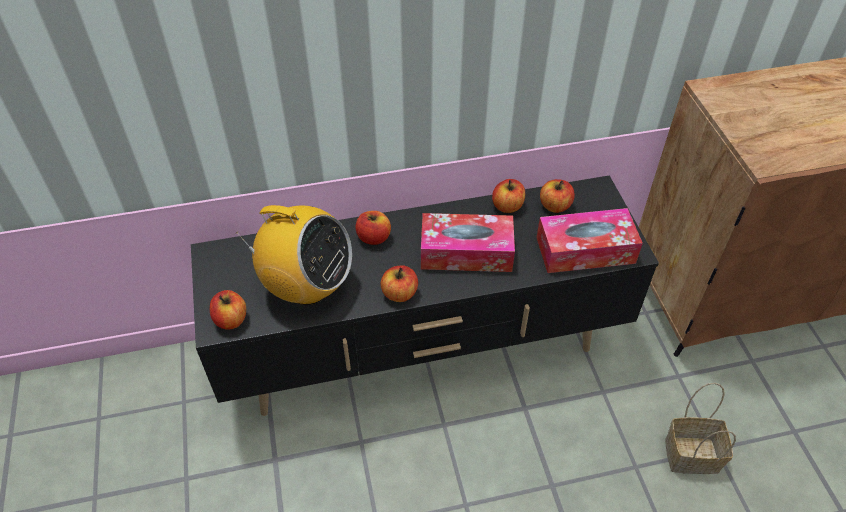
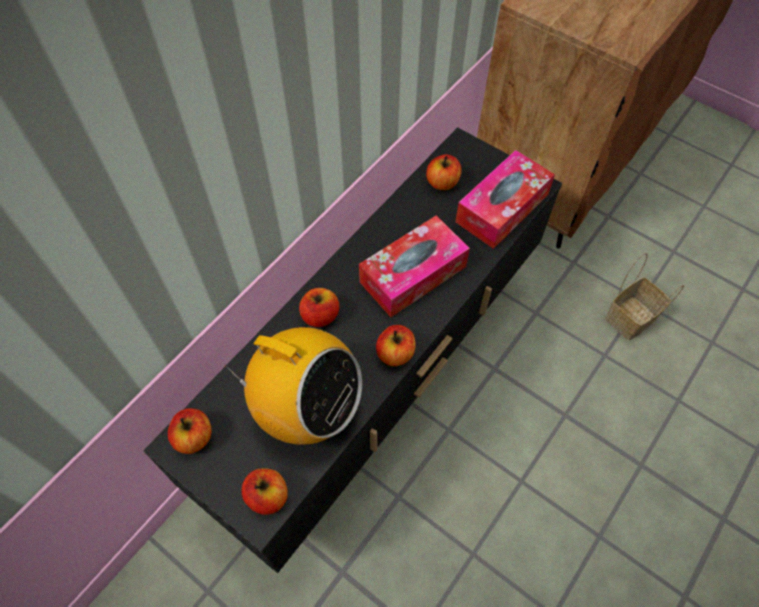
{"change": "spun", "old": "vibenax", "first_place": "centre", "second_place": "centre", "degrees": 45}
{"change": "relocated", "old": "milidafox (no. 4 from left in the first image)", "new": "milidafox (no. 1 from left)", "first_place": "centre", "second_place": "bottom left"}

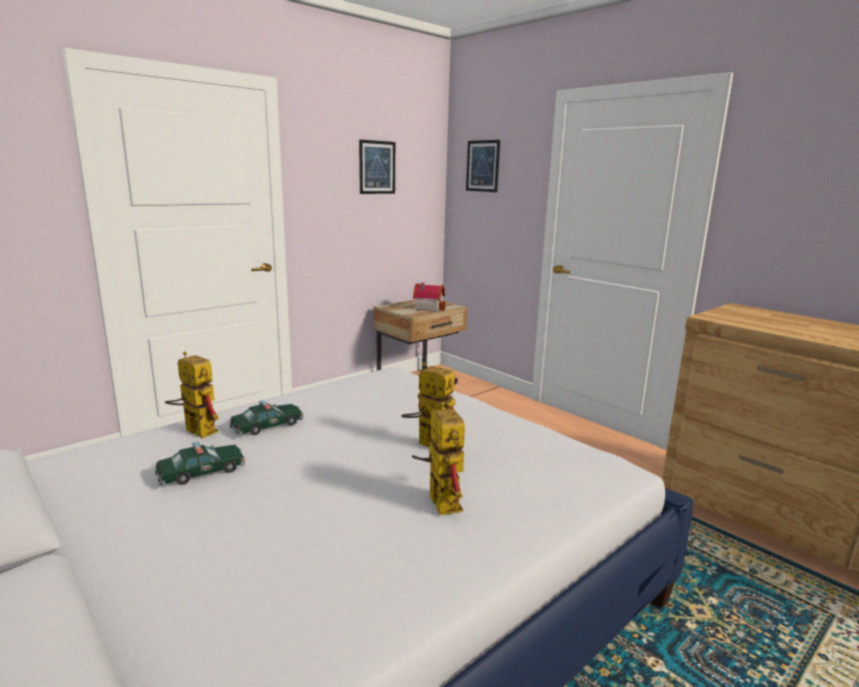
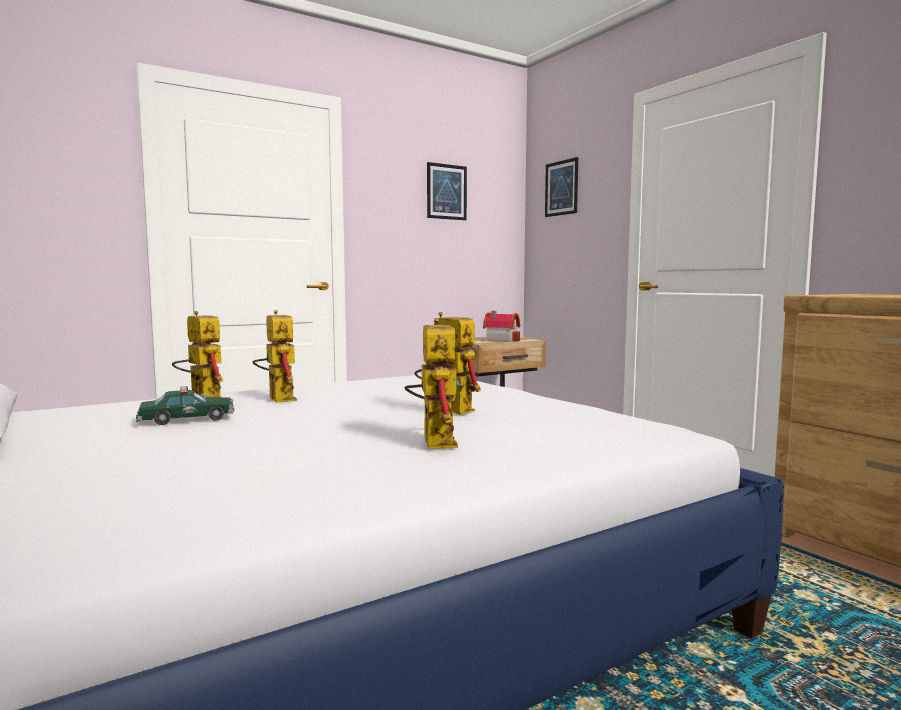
{"change": "exchanged", "old": "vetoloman (no. 2 from left)", "new": "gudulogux (no. 2 from left)", "first_place": "middle left", "second_place": "middle left"}

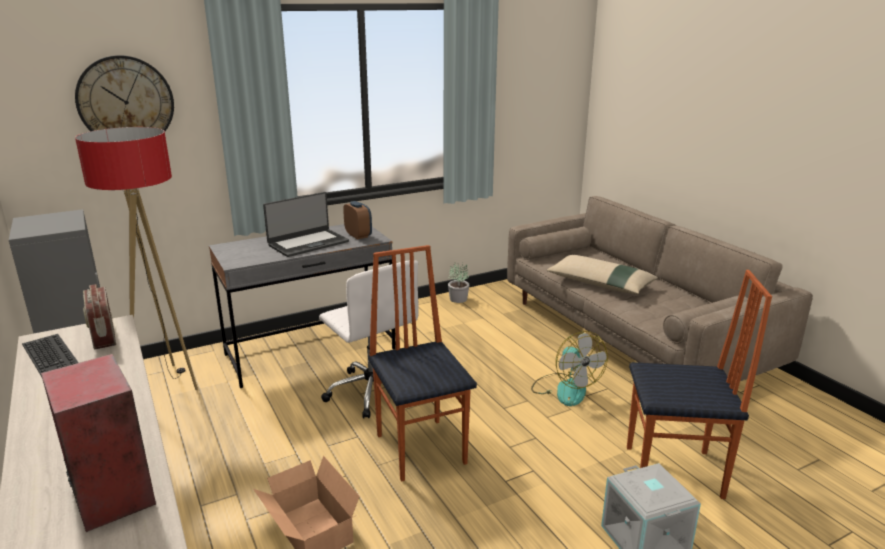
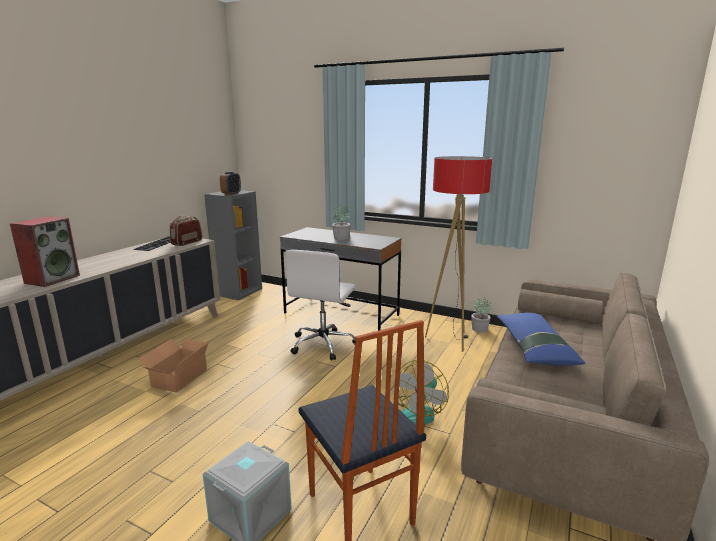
{"change": "missing", "old": "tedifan", "first_place": "top left"}
{"change": "relocated", "old": "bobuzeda", "first_place": "middle left", "second_place": "centre"}
{"change": "exchanged", "old": "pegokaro", "new": "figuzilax (no. 1 from left)", "first_place": "centre", "second_place": "centre"}
{"change": "relocated", "old": "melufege", "first_place": "centre", "second_place": "middle left"}
{"change": "missing", "old": "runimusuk (no. 1 from left)", "first_place": "centre"}
{"change": "colour", "old": "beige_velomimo", "new": "blue_velomimo", "first_place": "middle right", "second_place": "middle right"}

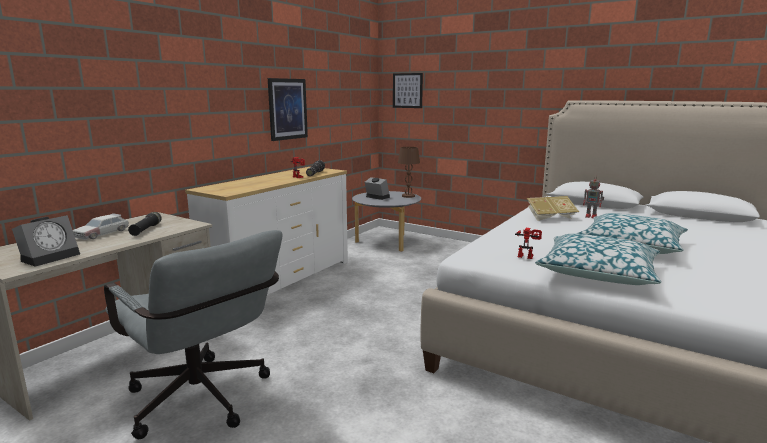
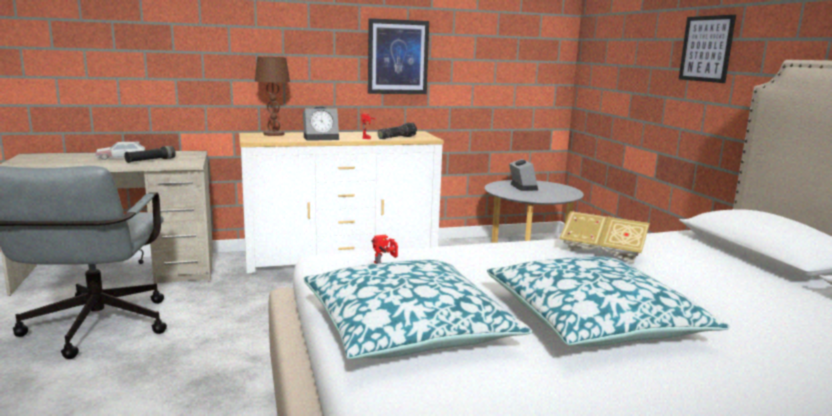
{"change": "relocated", "old": "melufege (no. 1 from left)", "first_place": "middle left", "second_place": "top centre"}
{"change": "relocated", "old": "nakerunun (no. 2 from left)", "first_place": "top centre", "second_place": "top right"}
{"change": "relocated", "old": "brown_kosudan", "first_place": "centre", "second_place": "top left"}
{"change": "missing", "old": "gudulogux (no. 3 from left)", "first_place": "middle right"}

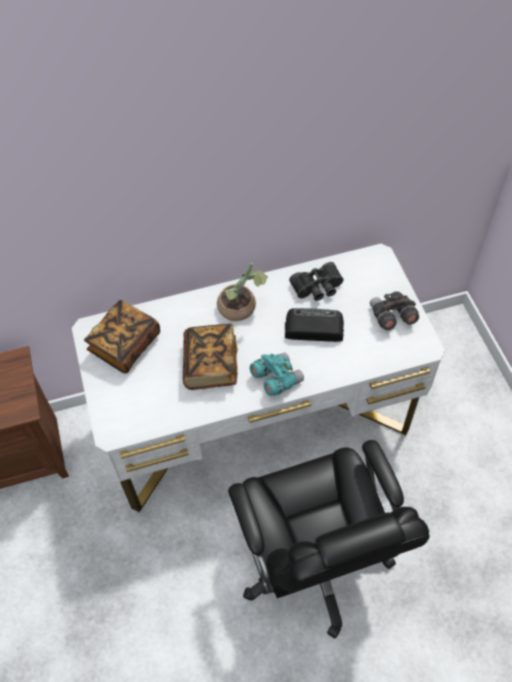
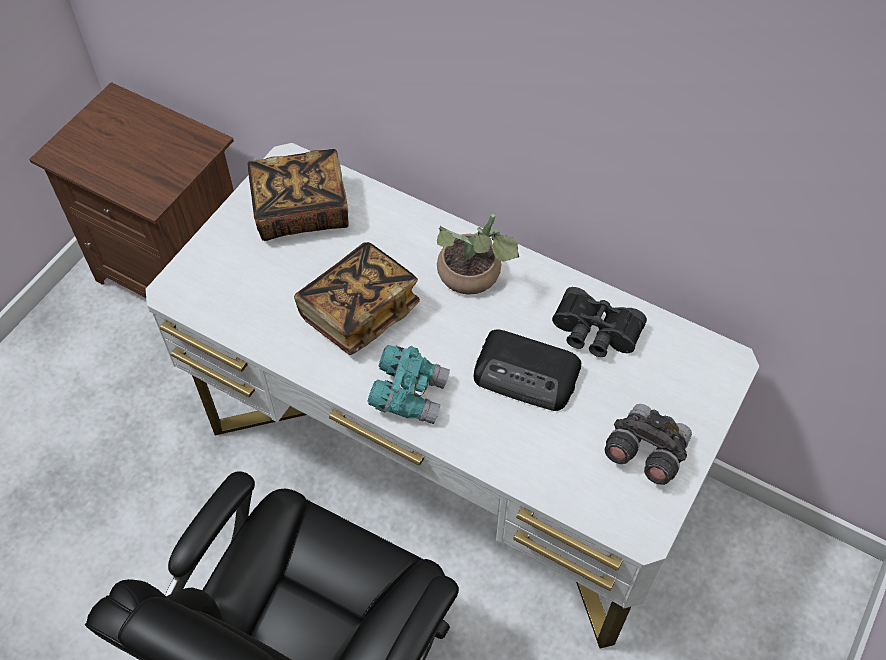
{"change": "spun", "old": "vibenax", "first_place": "centre", "second_place": "centre", "degrees": 150}

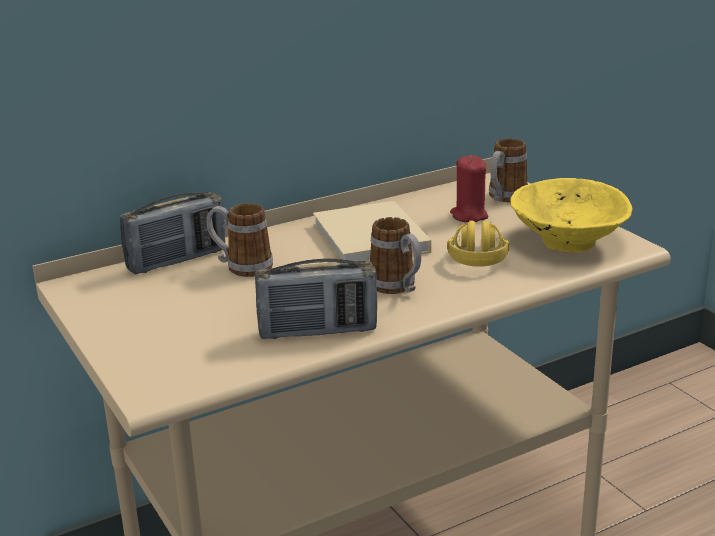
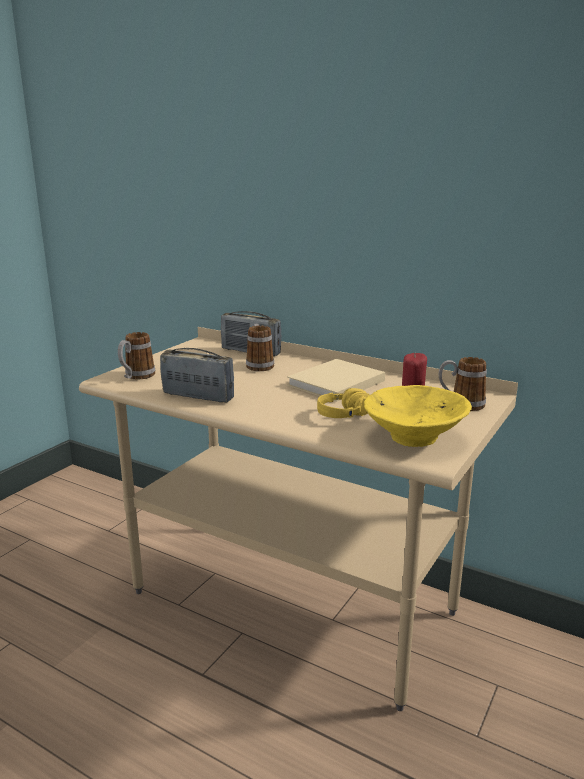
{"change": "spun", "old": "vibenax (no. 2 from left in the first image)", "first_place": "centre", "second_place": "centre", "degrees": 150}
{"change": "relocated", "old": "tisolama (no. 2 from left in the first image)", "new": "tisolama (no. 1 from left)", "first_place": "centre", "second_place": "middle left"}

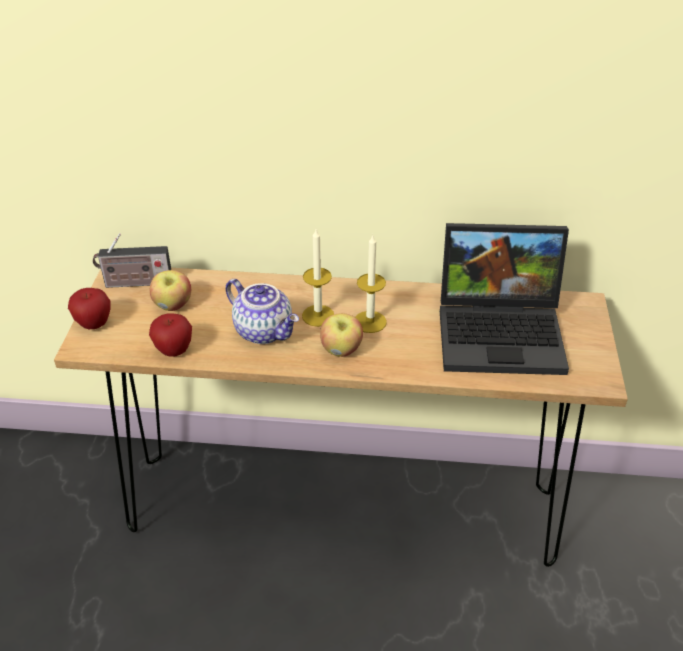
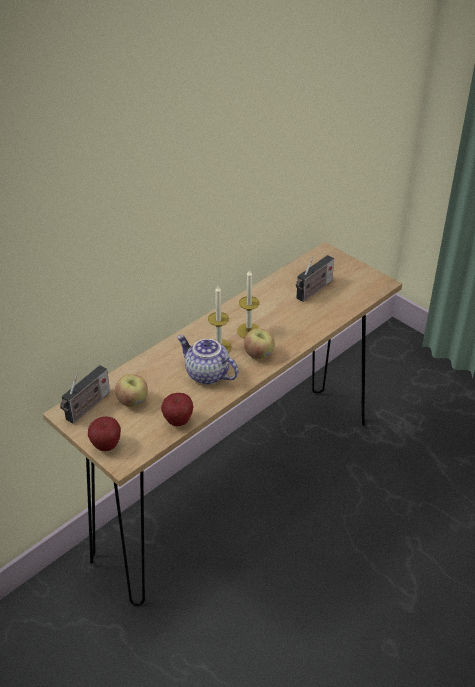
{"change": "spun", "old": "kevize", "first_place": "centre", "second_place": "centre", "degrees": -135}
{"change": "exchanged", "old": "pegokaro", "new": "vibenax (no. 2 from left)", "first_place": "middle right", "second_place": "centre"}

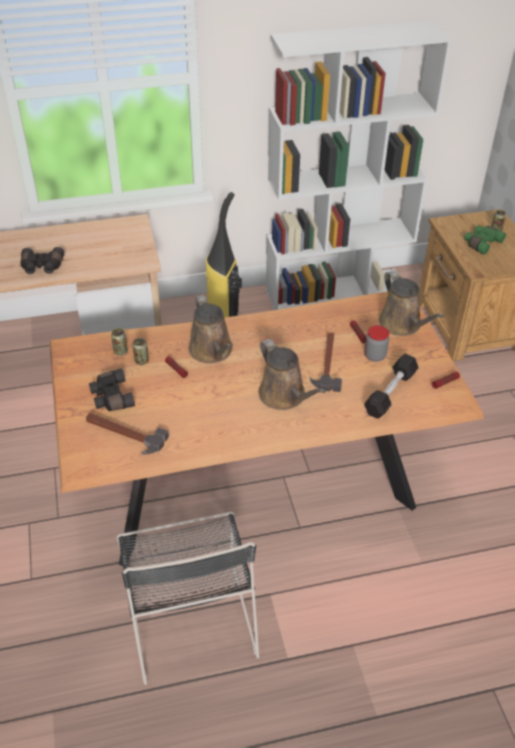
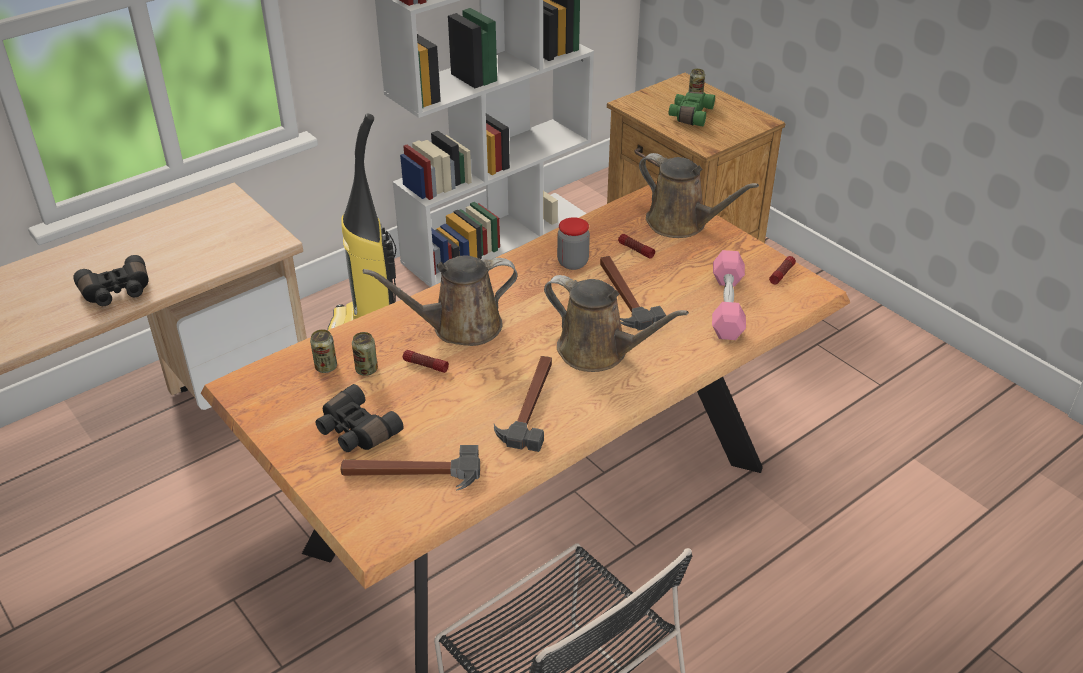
{"change": "spun", "old": "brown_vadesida (no. 1 from left)", "first_place": "centre", "second_place": "centre", "degrees": 120}
{"change": "relocated", "old": "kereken", "first_place": "middle right", "second_place": "centre"}
{"change": "colour", "old": "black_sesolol", "new": "pink_sesolol", "first_place": "middle right", "second_place": "middle right"}
{"change": "appeared", "new": "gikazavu (no. 2 from left)", "second_place": "centre"}

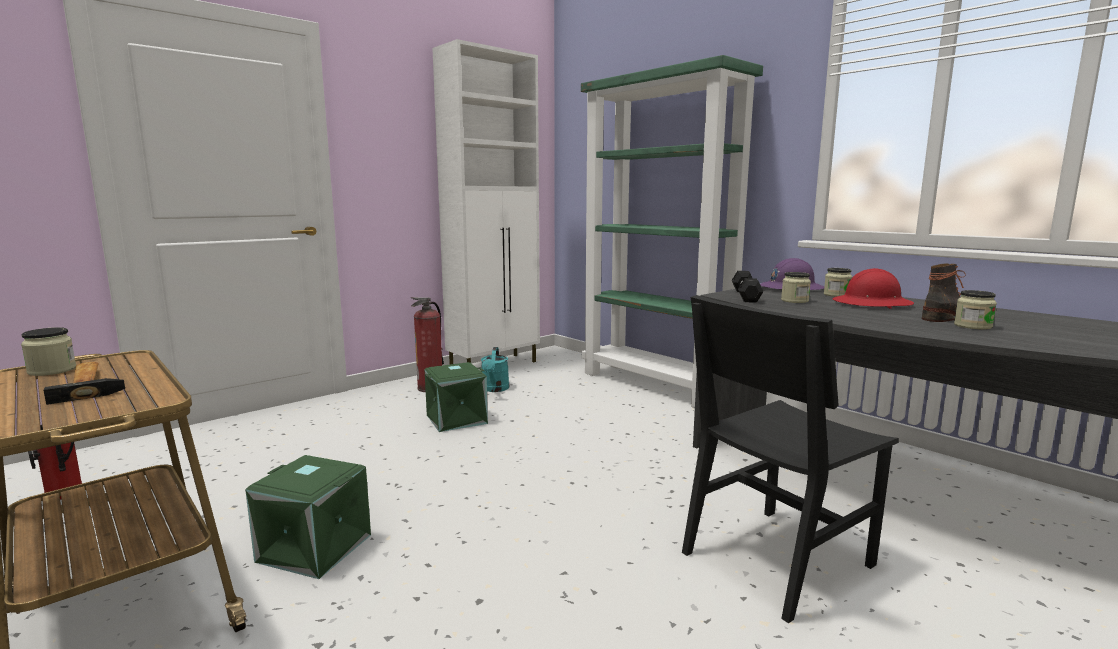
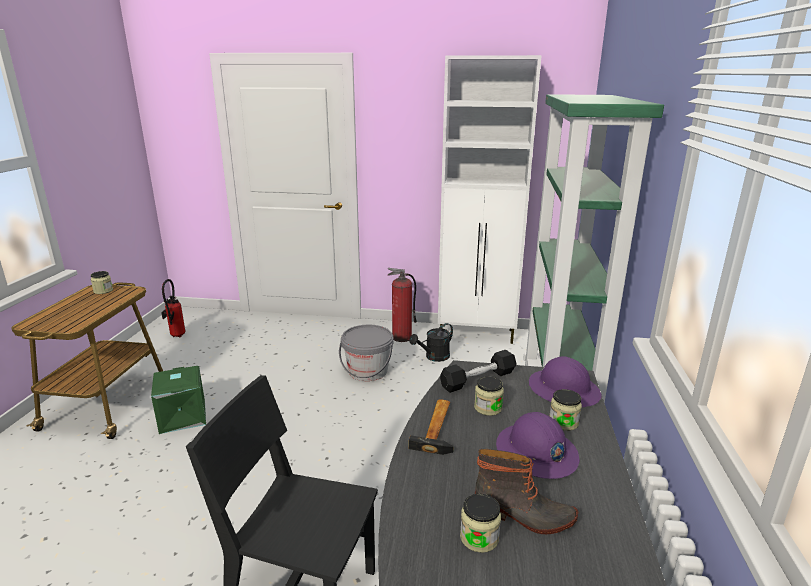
{"change": "relocated", "old": "gikazavu", "first_place": "middle left", "second_place": "bottom centre"}
{"change": "exchanged", "old": "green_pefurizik (no. 2 from left)", "new": "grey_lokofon", "first_place": "centre", "second_place": "centre"}
{"change": "colour", "old": "turquoise_vadesida", "new": "black_vadesida", "first_place": "centre", "second_place": "centre"}
{"change": "colour", "old": "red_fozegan", "new": "purple_fozegan (no. 1 from left)", "first_place": "middle right", "second_place": "bottom centre"}

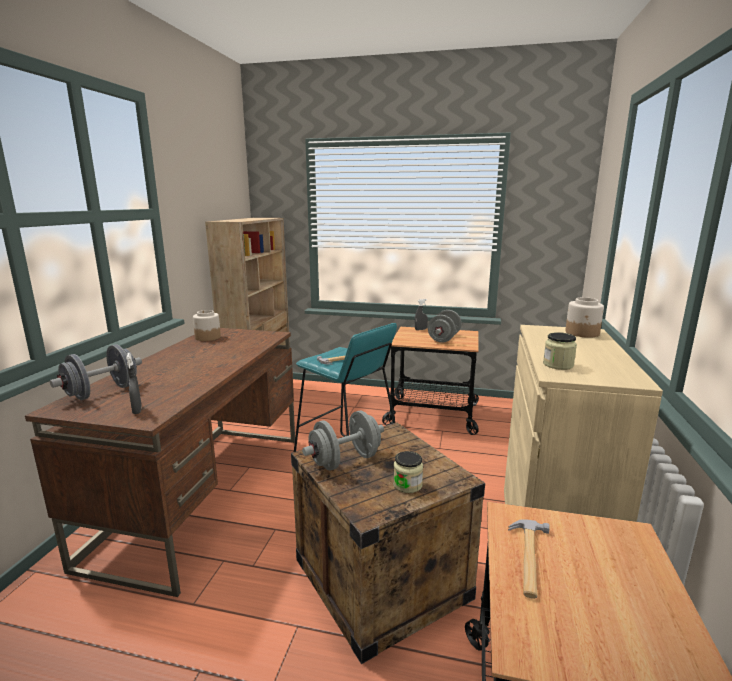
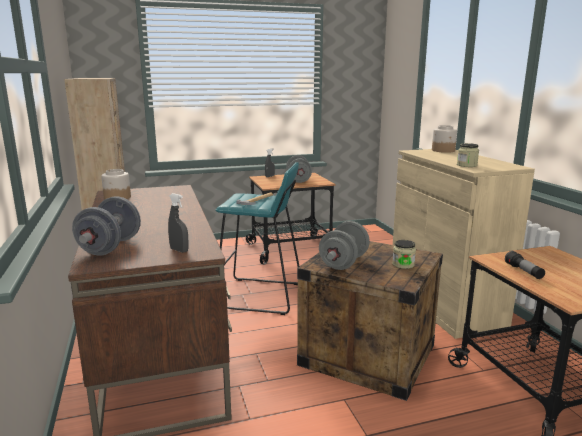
{"change": "exchanged", "old": "gikazavu (no. 2 from left)", "new": "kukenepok", "first_place": "bottom right", "second_place": "middle right"}

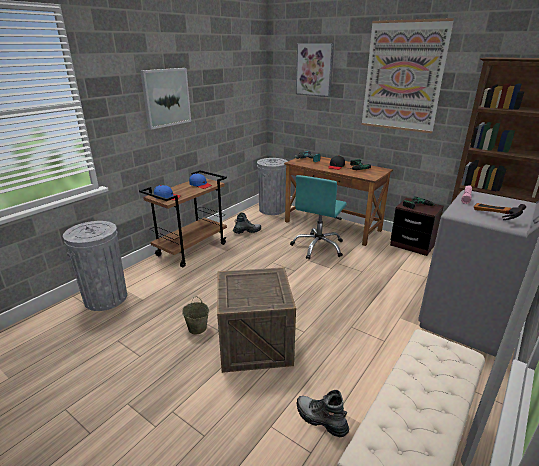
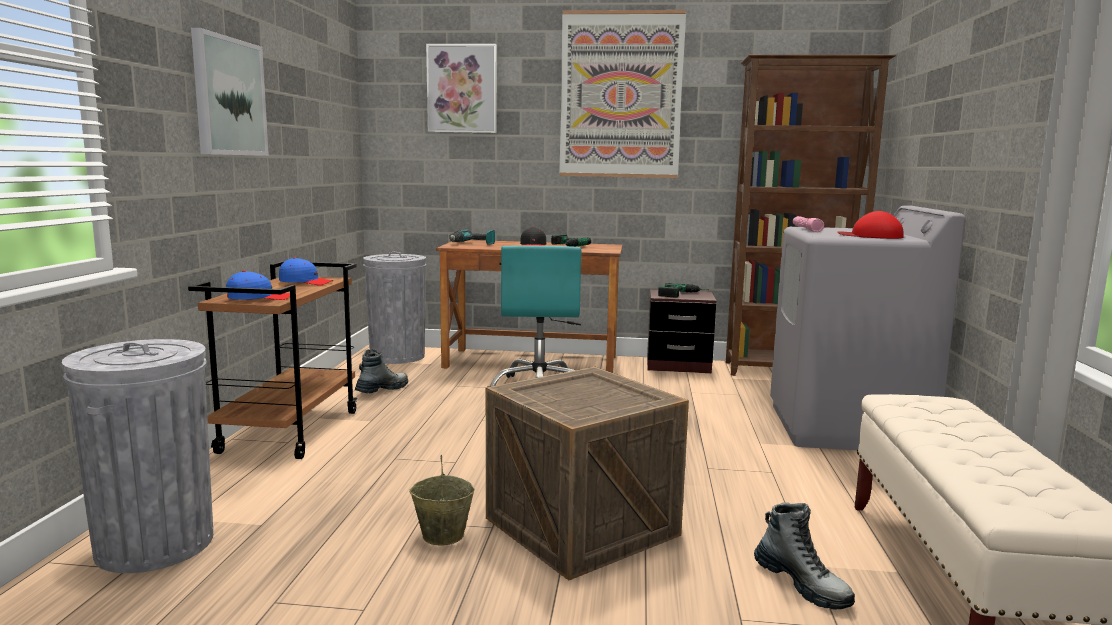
{"change": "spun", "old": "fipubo (no. 2 from left)", "first_place": "bottom centre", "second_place": "bottom right", "degrees": -135}
{"change": "exchanged", "old": "gikazavu", "new": "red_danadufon", "first_place": "middle right", "second_place": "middle right"}

